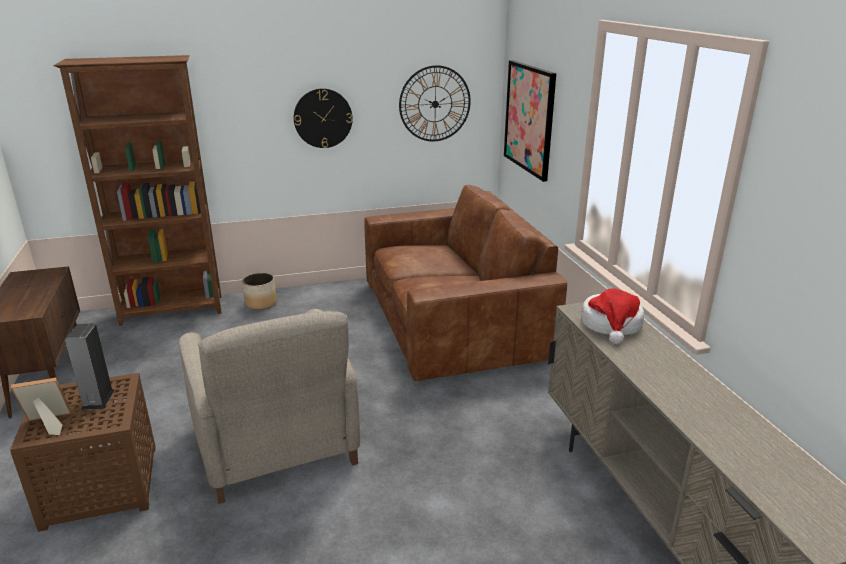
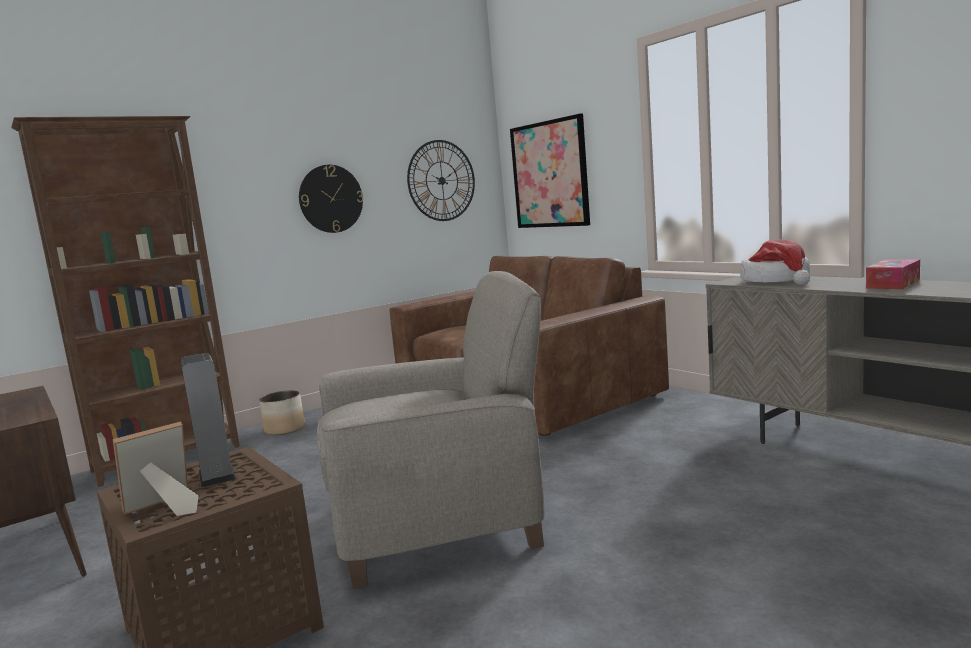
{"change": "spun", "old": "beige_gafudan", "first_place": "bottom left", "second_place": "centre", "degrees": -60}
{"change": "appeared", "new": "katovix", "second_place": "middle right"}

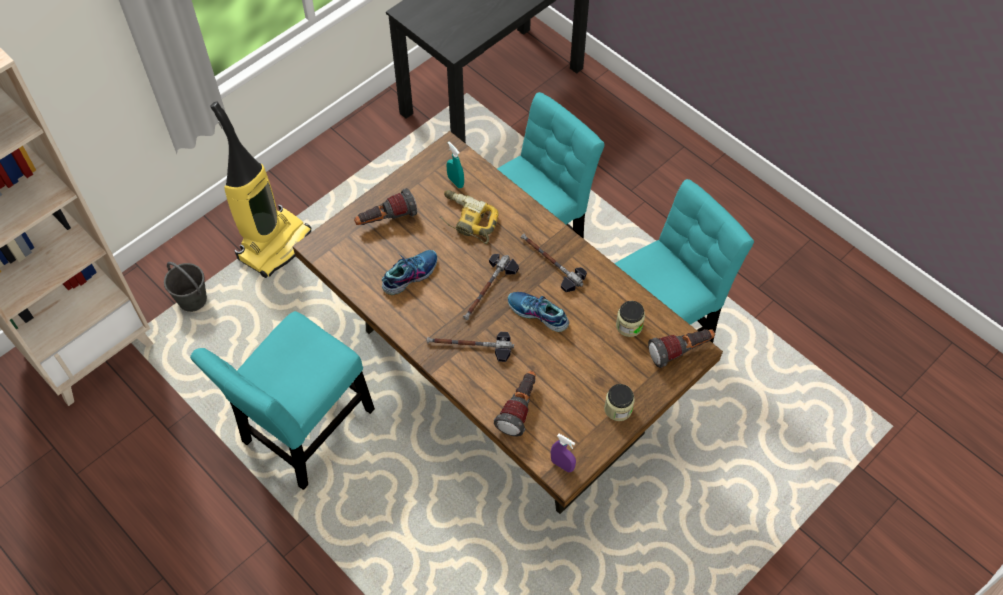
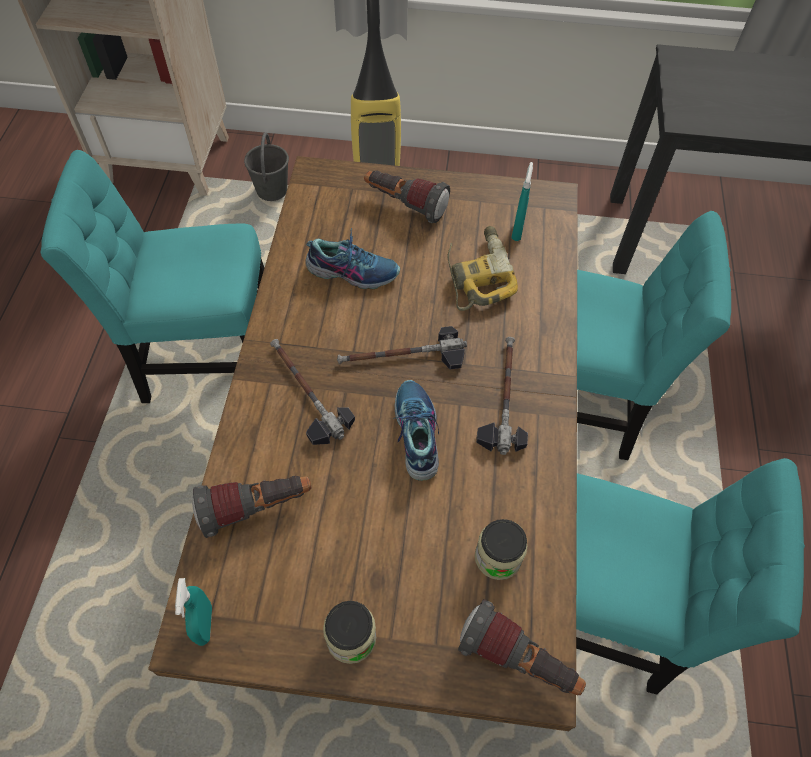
{"change": "colour", "old": "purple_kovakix", "new": "turquoise_kovakix (no. 1 from left)", "first_place": "bottom centre", "second_place": "bottom left"}

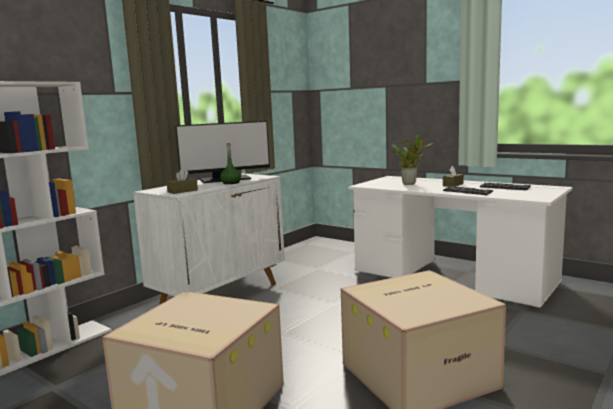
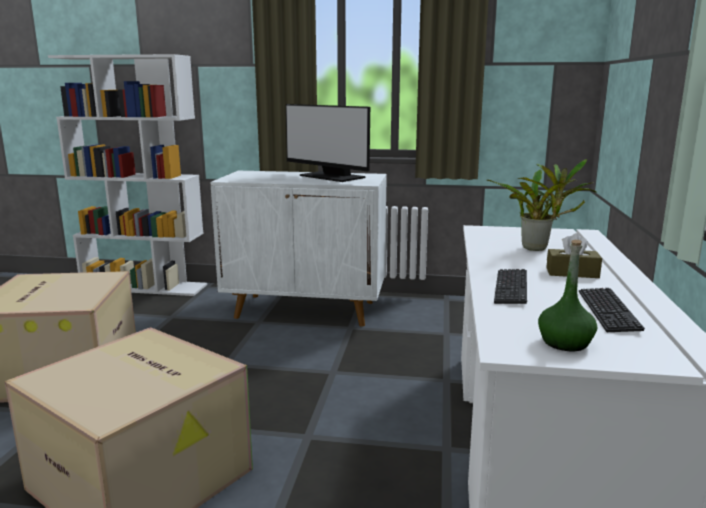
{"change": "missing", "old": "brown_katovix (no. 1 from left)", "first_place": "middle left"}
{"change": "relocated", "old": "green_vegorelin", "first_place": "centre", "second_place": "middle right"}

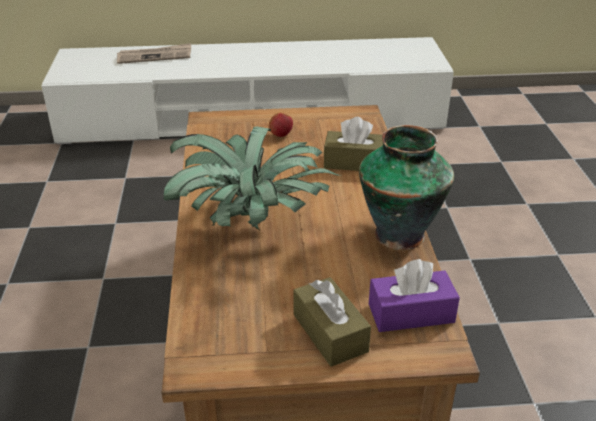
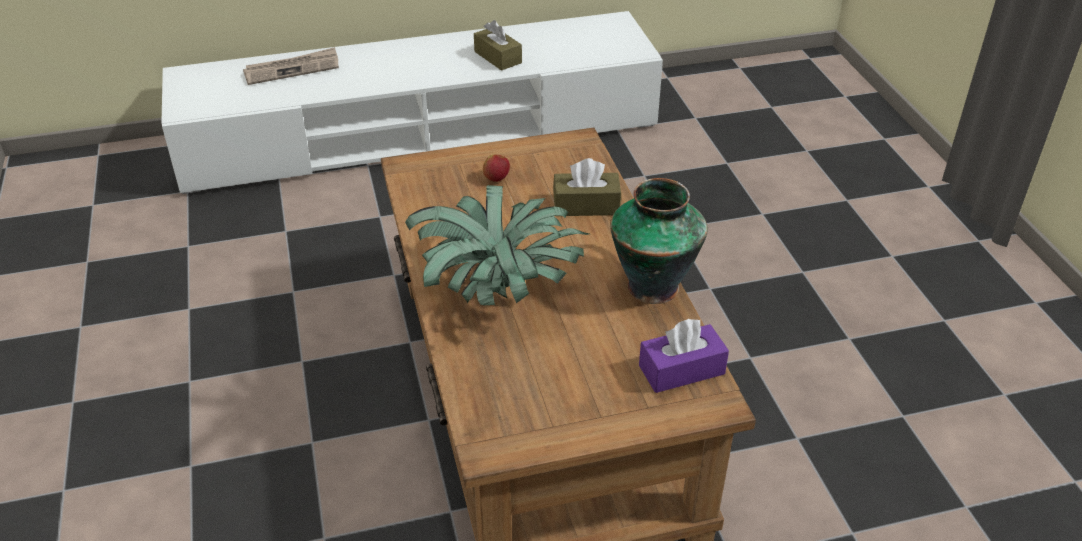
{"change": "relocated", "old": "brown_katovix (no. 1 from left)", "first_place": "bottom centre", "second_place": "top centre"}

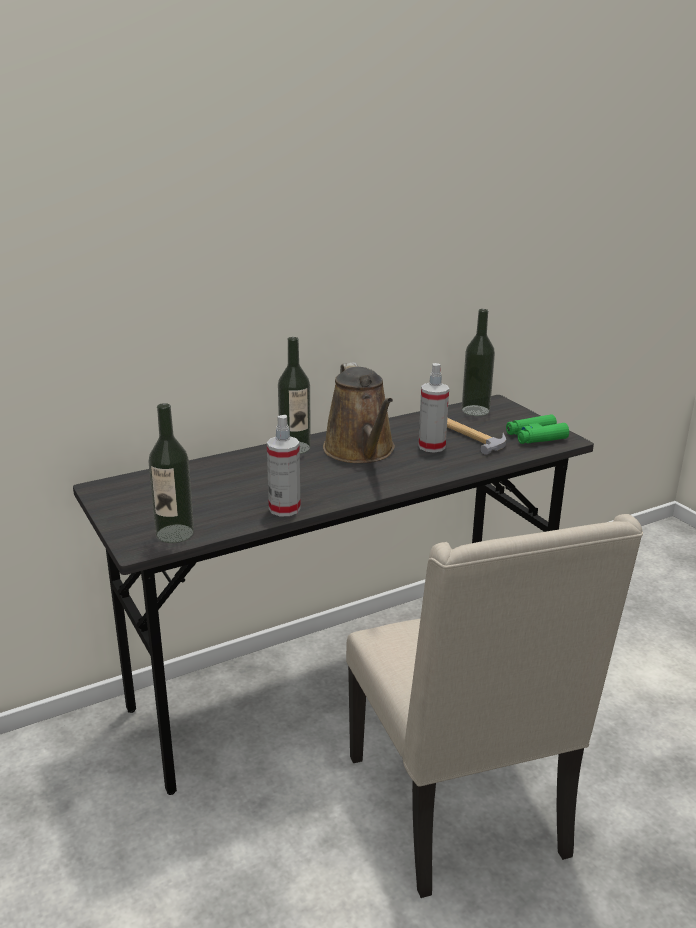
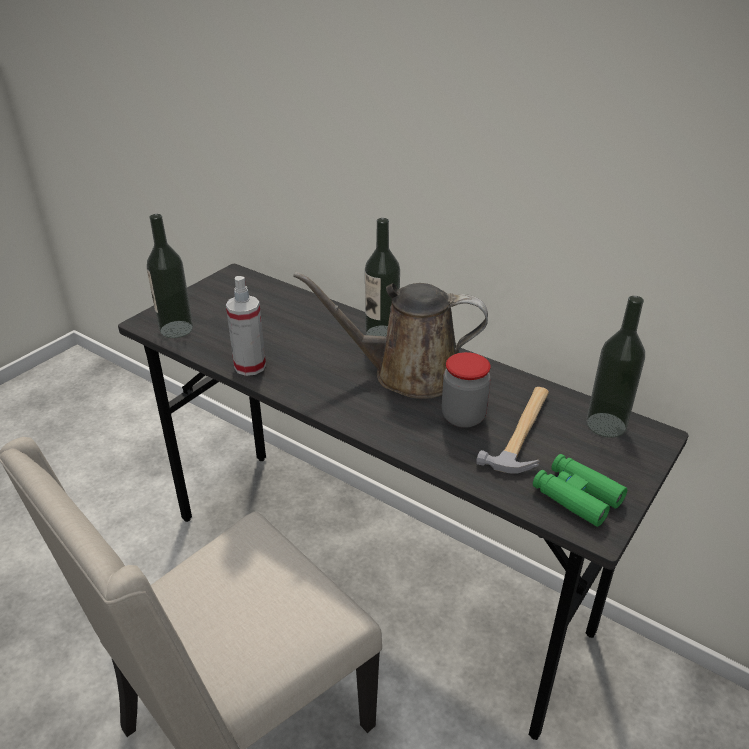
{"change": "spun", "old": "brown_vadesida", "first_place": "centre", "second_place": "centre", "degrees": 45}
{"change": "exchanged", "old": "kovakix (no. 2 from left)", "new": "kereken", "first_place": "centre", "second_place": "centre"}

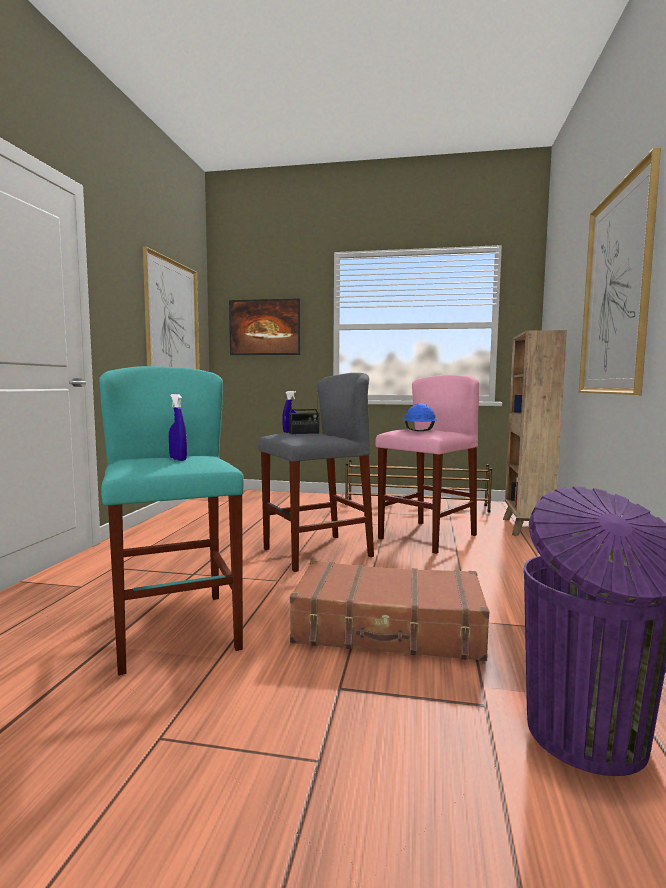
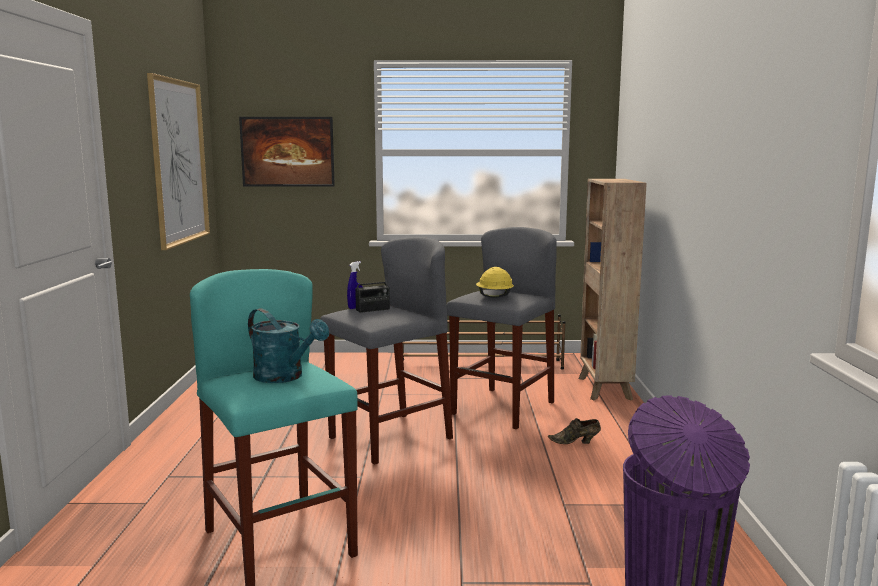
{"change": "exchanged", "old": "blue_kovakix (no. 1 from left)", "new": "turquoise_vadesida", "first_place": "middle left", "second_place": "middle left"}
{"change": "missing", "old": "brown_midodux", "first_place": "bottom centre"}
{"change": "colour", "old": "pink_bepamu", "new": "grey_bepamu (no. 2 from left)", "first_place": "centre", "second_place": "centre"}
{"change": "colour", "old": "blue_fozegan", "new": "yellow_fozegan", "first_place": "centre", "second_place": "centre"}
{"change": "missing", "old": "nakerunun (no. 3 from left)", "first_place": "top right"}
{"change": "appeared", "new": "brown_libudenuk", "second_place": "bottom centre"}

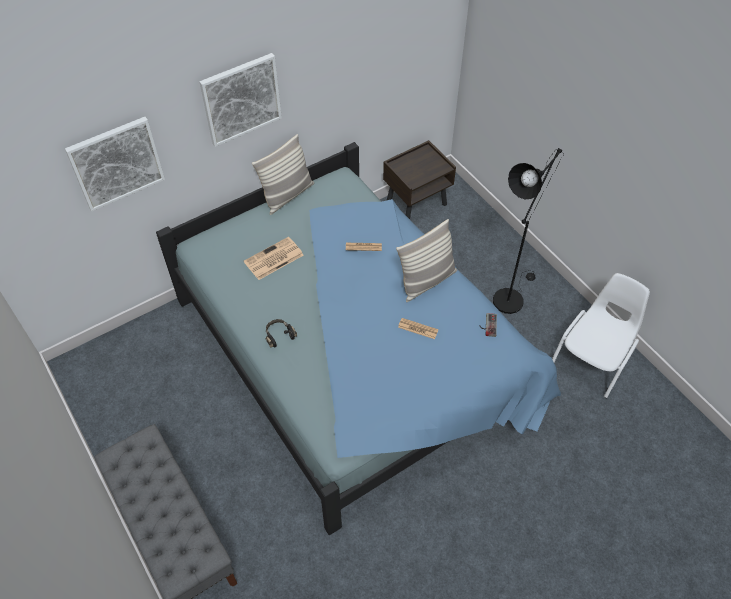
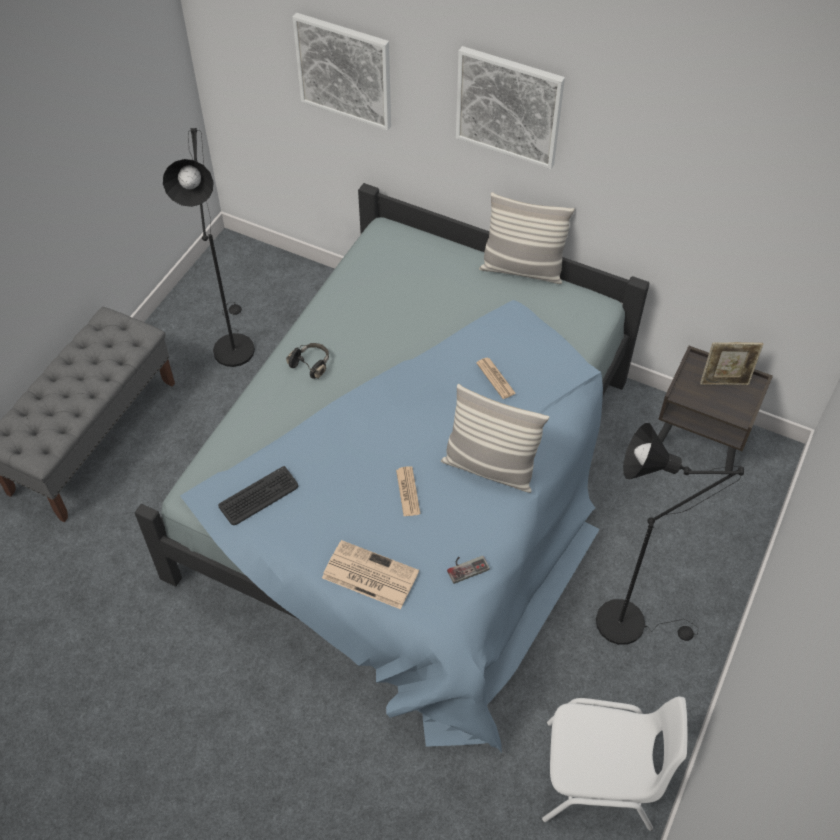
{"change": "relocated", "old": "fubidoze (no. 1 from left)", "first_place": "centre", "second_place": "bottom centre"}
{"change": "appeared", "new": "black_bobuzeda (no. 1 from left)", "second_place": "top left"}
{"change": "appeared", "new": "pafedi", "second_place": "middle left"}
{"change": "appeared", "new": "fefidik", "second_place": "middle right"}

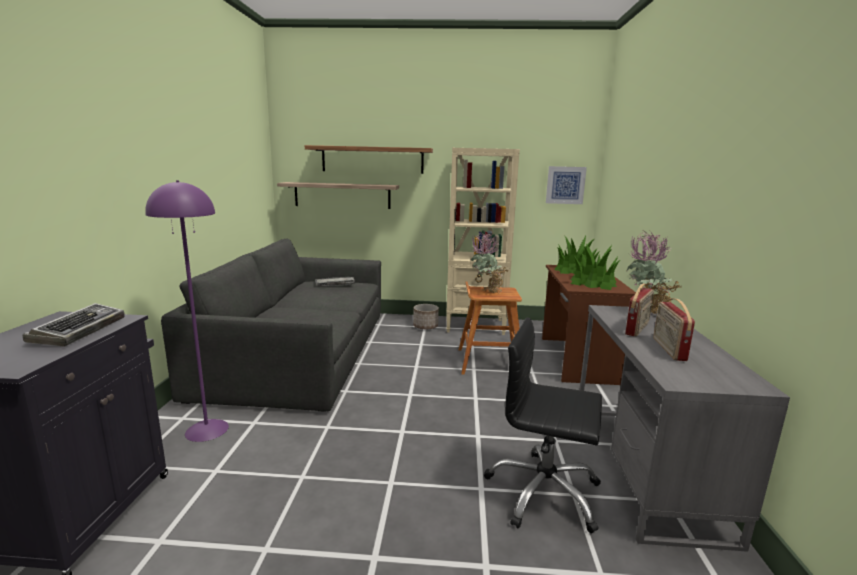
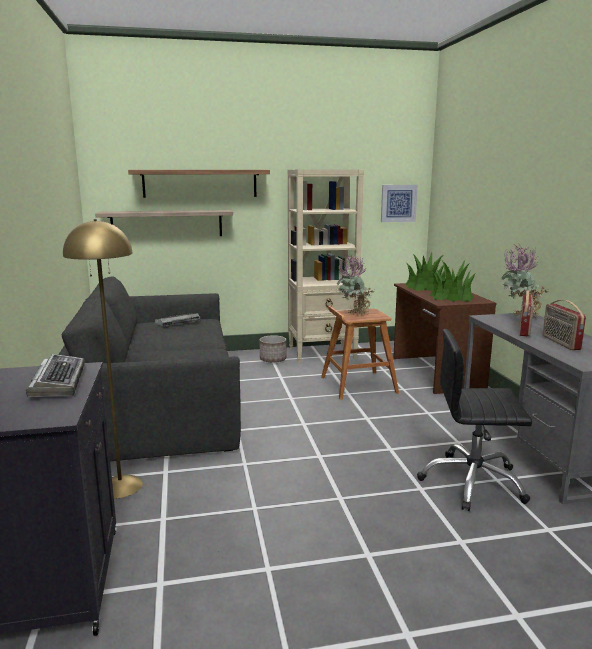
{"change": "colour", "old": "purple_bobuzeda", "new": "yellow_bobuzeda", "first_place": "middle left", "second_place": "middle left"}

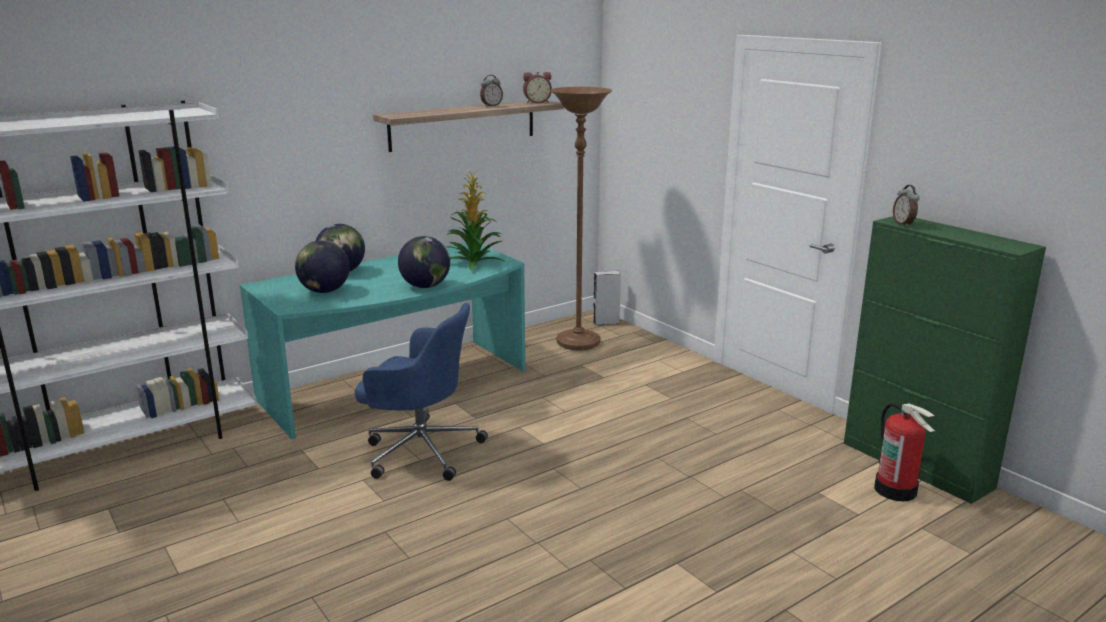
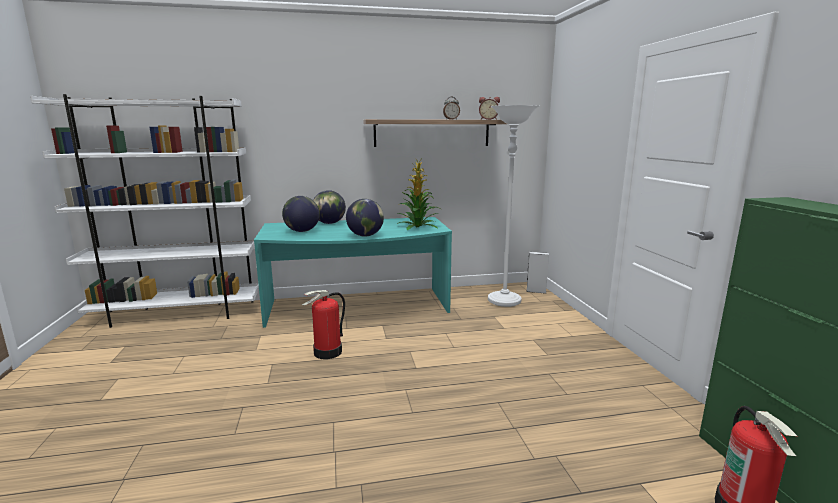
{"change": "exchanged", "old": "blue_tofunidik", "new": "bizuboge (no. 1 from left)", "first_place": "centre", "second_place": "centre"}
{"change": "colour", "old": "brown_bobuzeda", "new": "white_bobuzeda", "first_place": "centre", "second_place": "centre"}
{"change": "missing", "old": "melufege (no. 3 from left)", "first_place": "top right"}

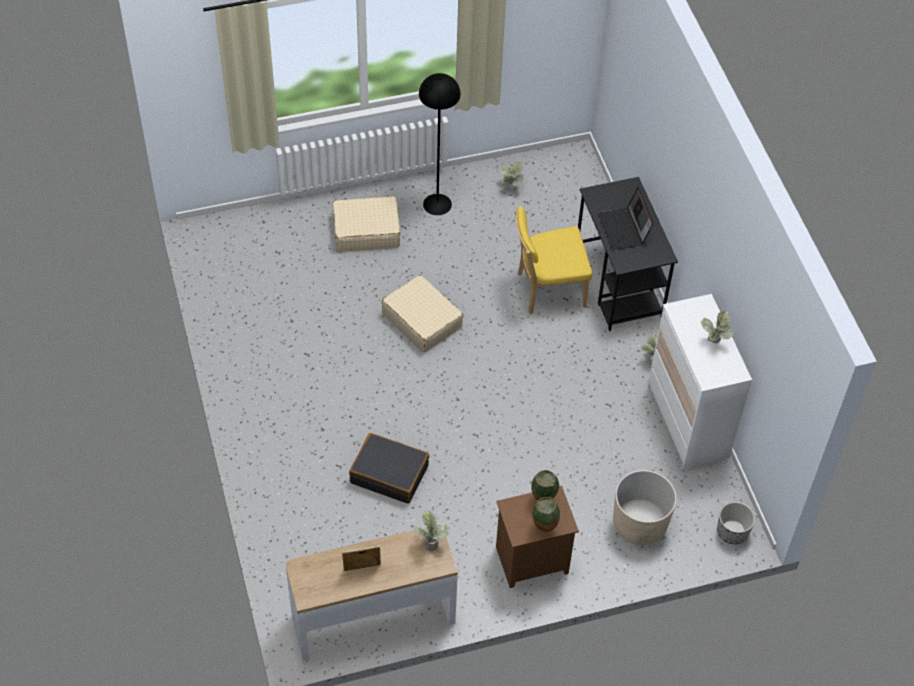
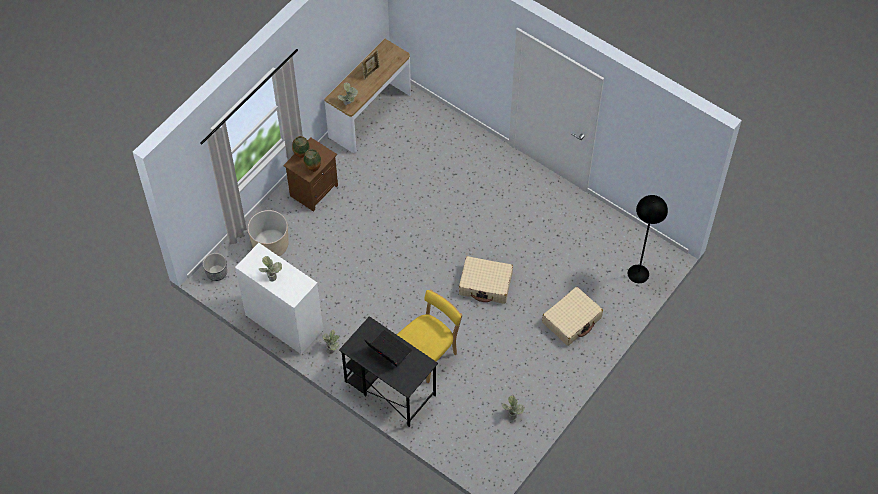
{"change": "missing", "old": "black_midodux", "first_place": "bottom centre"}
{"change": "relocated", "old": "black_bobuzeda", "first_place": "top centre", "second_place": "middle right"}

